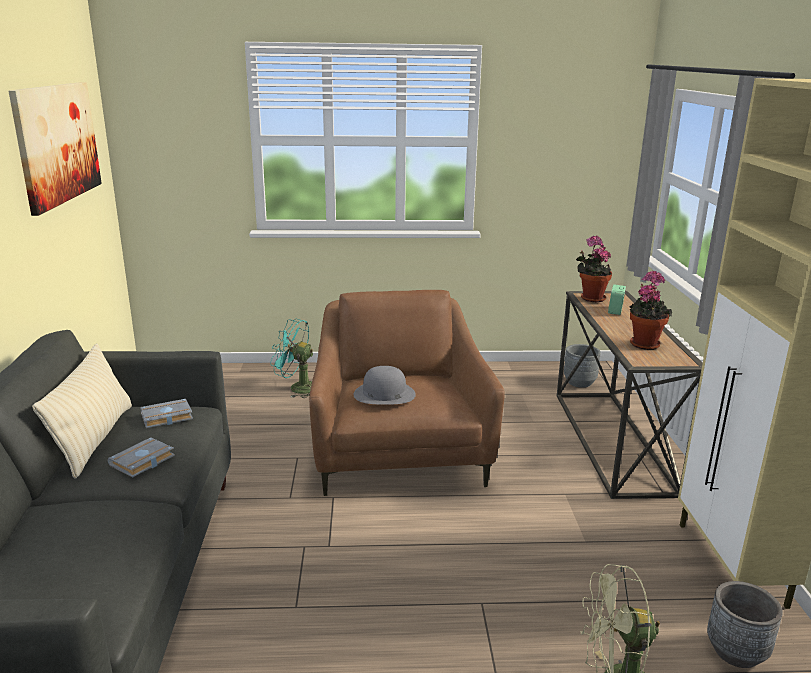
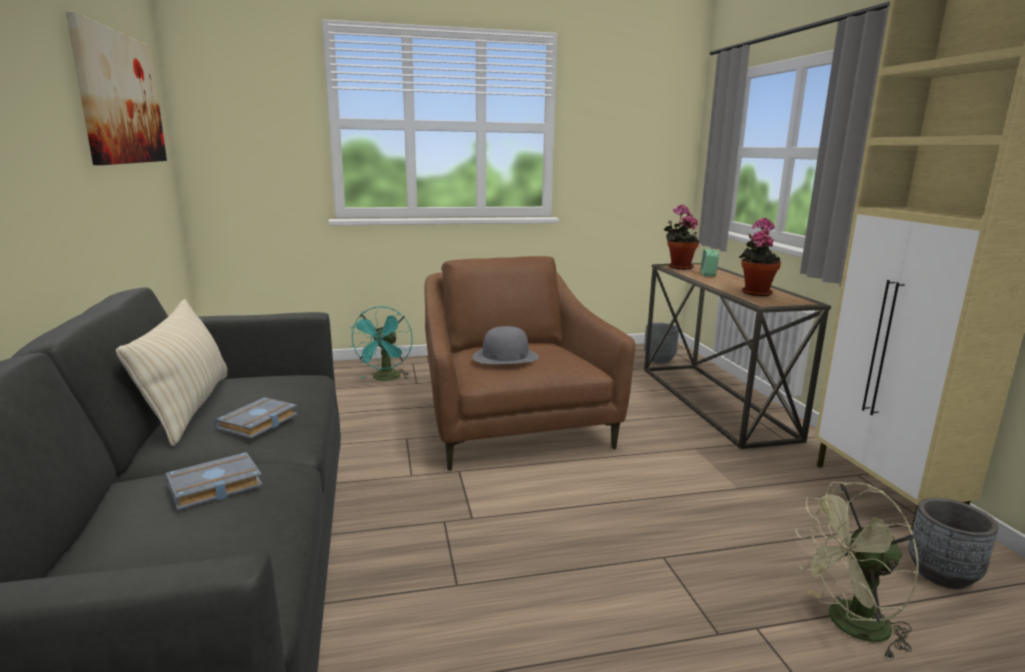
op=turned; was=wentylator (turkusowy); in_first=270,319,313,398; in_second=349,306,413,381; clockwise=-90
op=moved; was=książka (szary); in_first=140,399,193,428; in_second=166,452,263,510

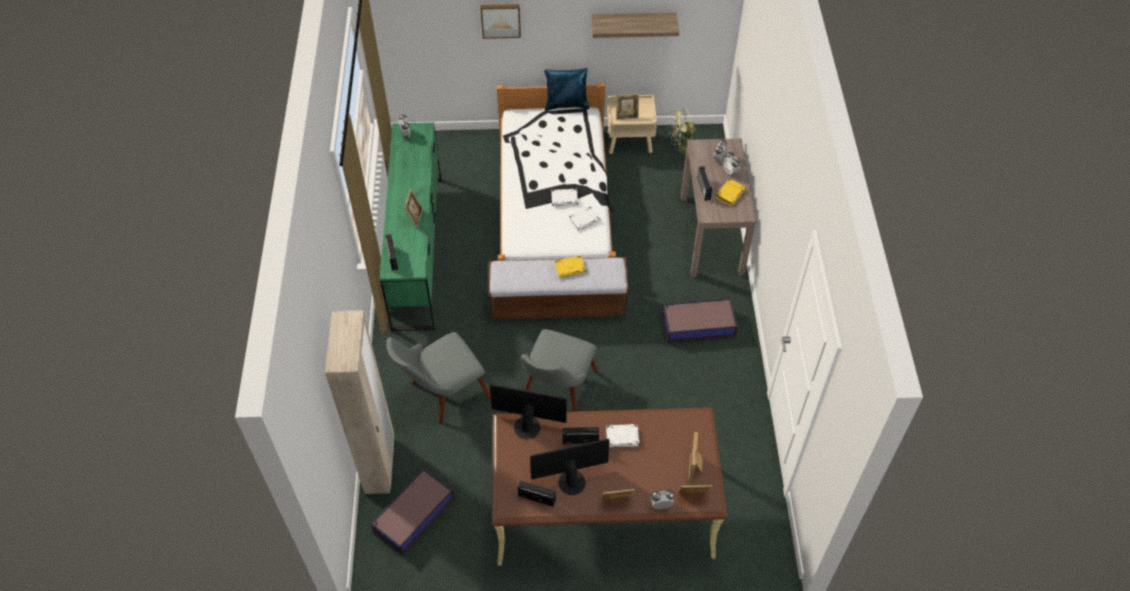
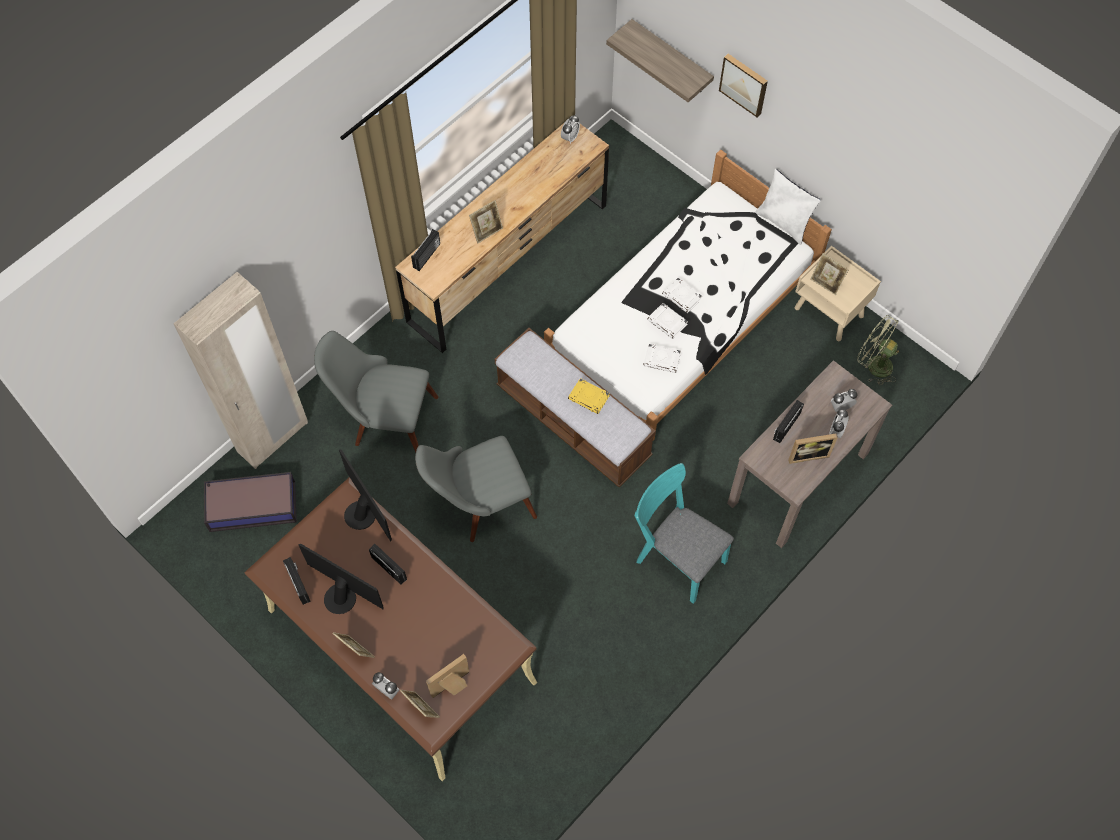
op=moved; was=półka; in_first=591,12,679,38; in_second=606,19,714,102
op=recoloured; was=poduszka (niebieski); now=poduszka (biały); in_first=544,68,589,111; in_second=755,169,821,245
op=recoloured; was=komoda (zielony); now=komoda (brązowy); in_first=380,122,442,331; in_second=395,122,609,353
op=replaced; was=książka (żółty); now=ramka na zdjęcie; in_first=715,179,746,206; in_second=788,433,838,464
op=replaced; was=pojemnik do przechowywania; now=krzesło (turkusowy); in_first=662,298,738,344; in_second=634,463,734,604
op=moved; was=książka (biały); in_first=606,424,639,447; in_second=662,278,703,313

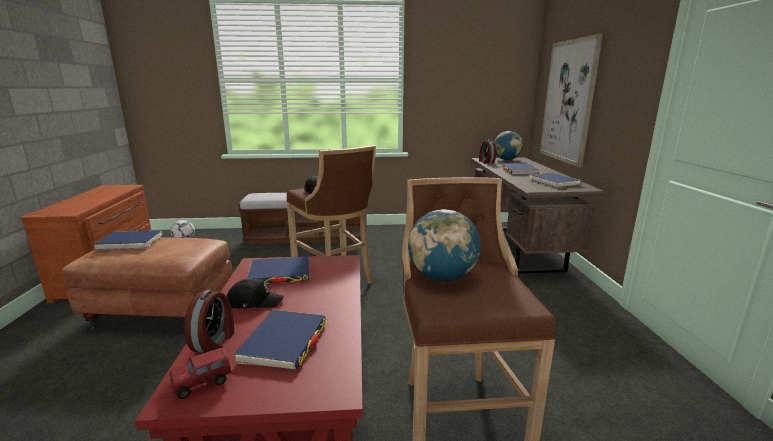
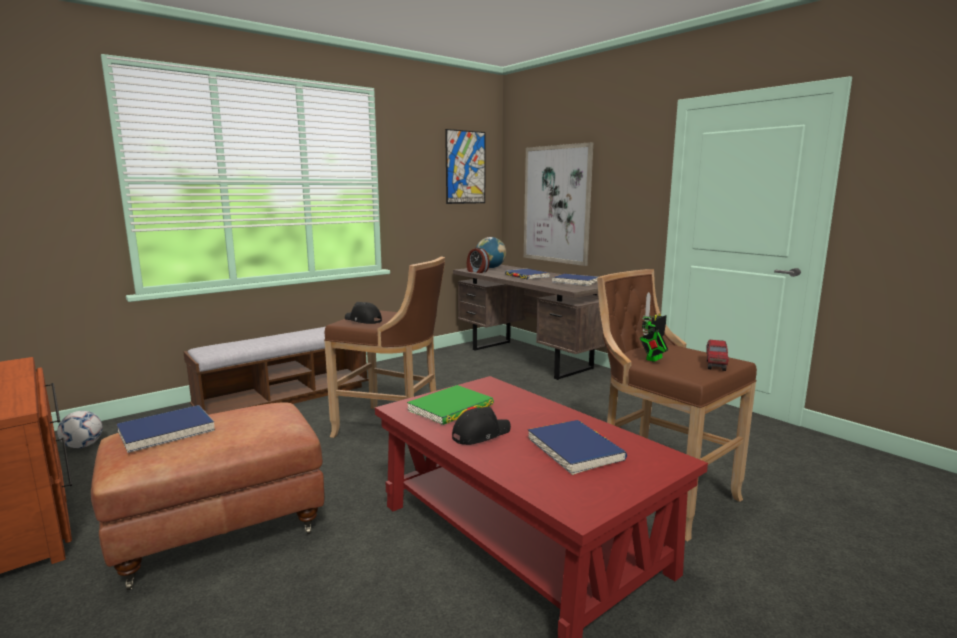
op=replaced; was=globus; now=robot zabawkowy; in_first=408,209,481,281; in_second=640,292,668,362
op=recoloured; was=książka (niebieski); now=książka (zielony); in_first=247,256,309,284; in_second=407,385,494,425
op=removed; was=budzik; in_first=185,290,234,353
op=moved; was=ciężarówka zabawkowa; in_first=170,348,232,399; in_second=706,340,729,371
op=added; now=obraz; in_second=445,129,486,204

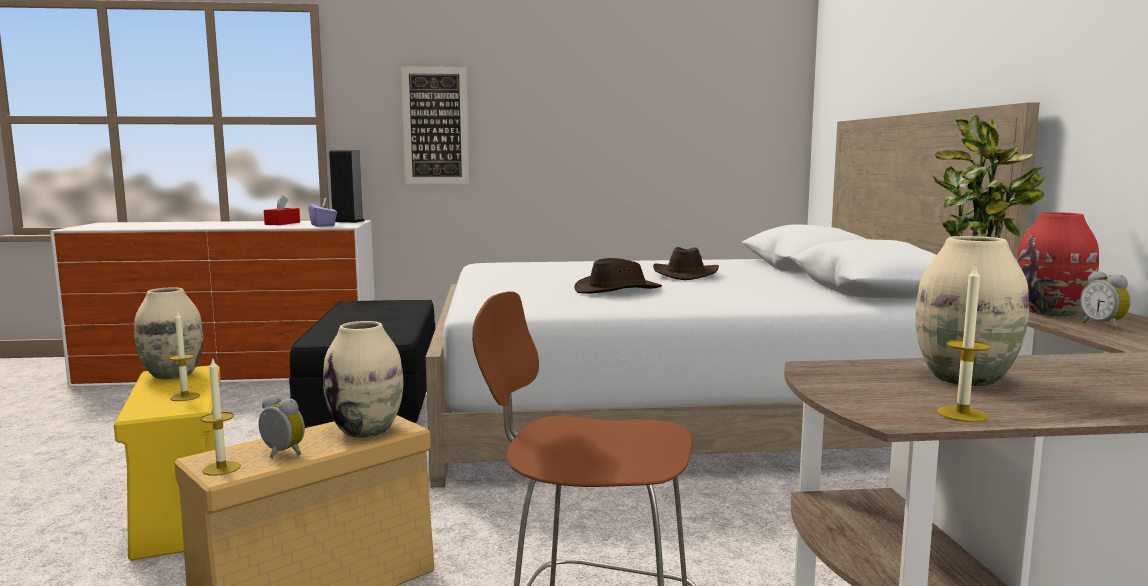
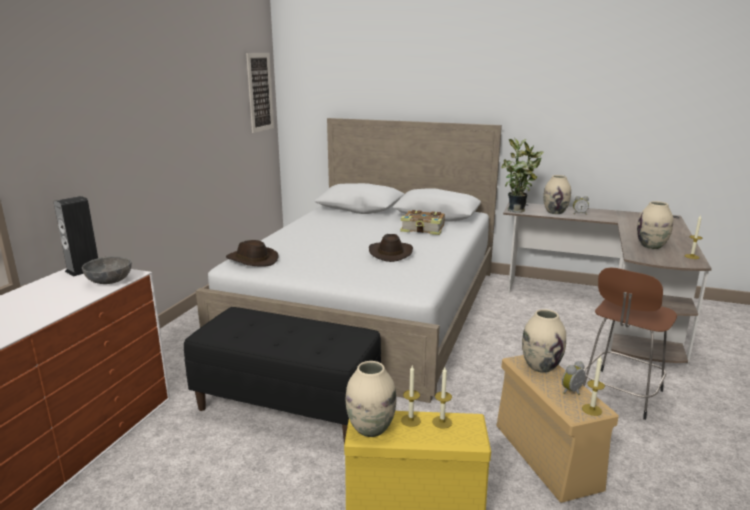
op=moved; was=obraz; in_first=401,66,469,184; in_second=246,53,274,133
op=removed; was=pudełko chusteczek (czerwony); in_first=264,195,300,225
op=replaced; was=pudełko chusteczek (fioletowy); now=miska (szary); in_first=308,198,337,227; in_second=82,256,132,284
op=recoloured; was=wazon (czerwony); now=wazon (beżowy); in_first=1016,212,1099,317; in_second=543,175,571,214
op=moved; was=kapelusz (brązowy); in_first=653,247,719,280; in_second=226,240,279,267
op=added; now=książka; in_second=400,210,445,235
op=added; now=świeca; in_second=401,366,421,427

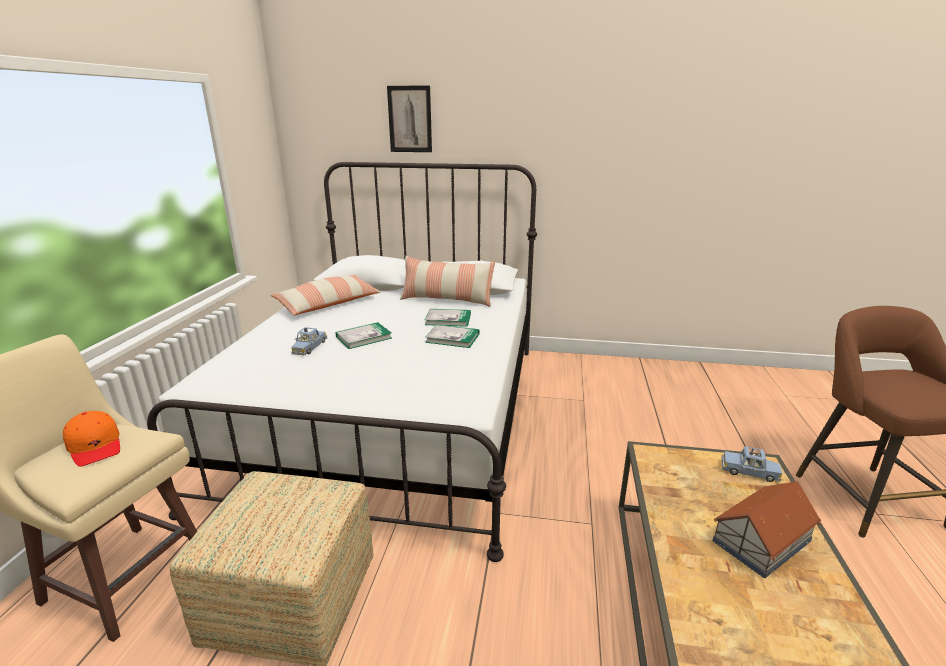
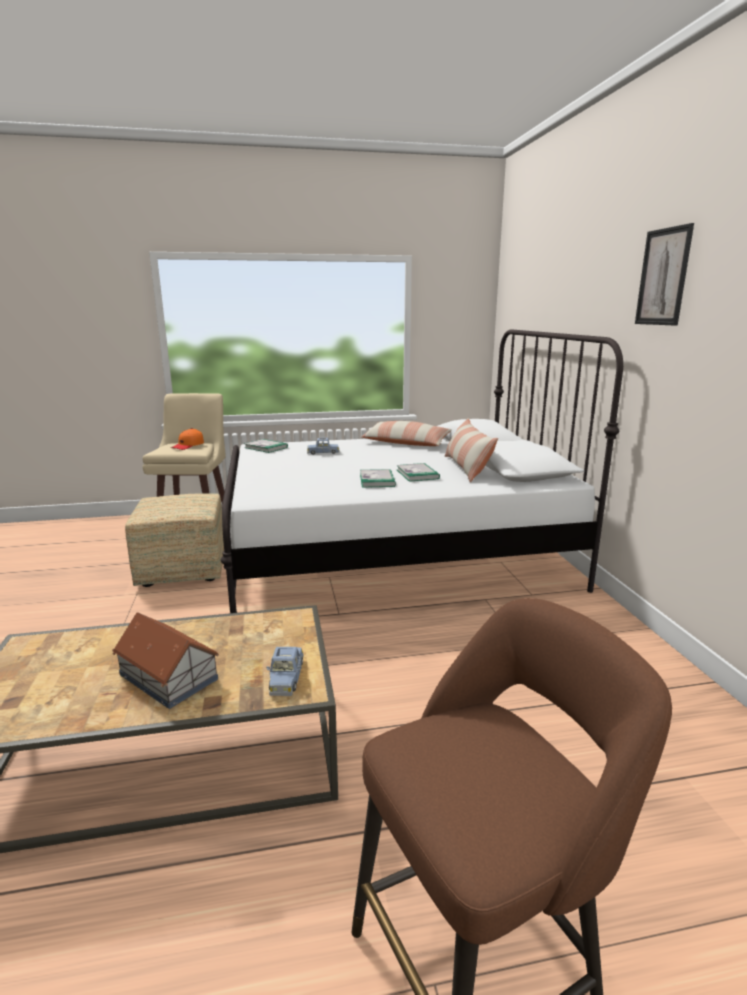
op=moved; was=obraz; in_first=387,85,432,152; in_second=635,223,694,326
op=moved; was=książka; in_first=336,322,392,349; in_second=244,439,288,453

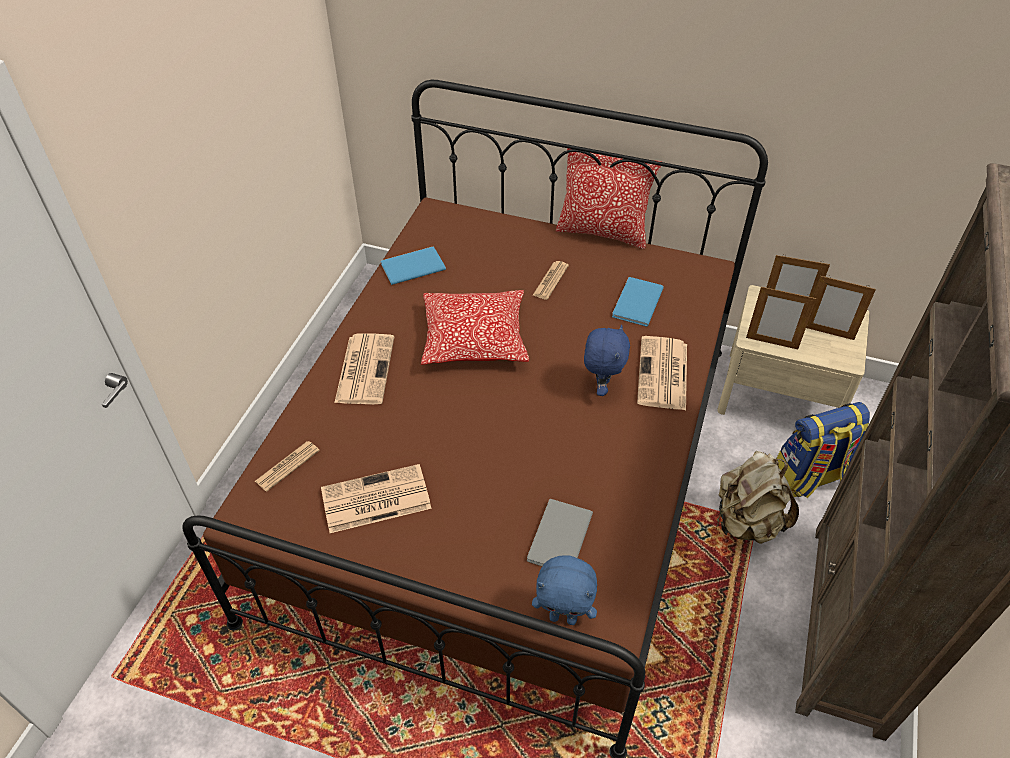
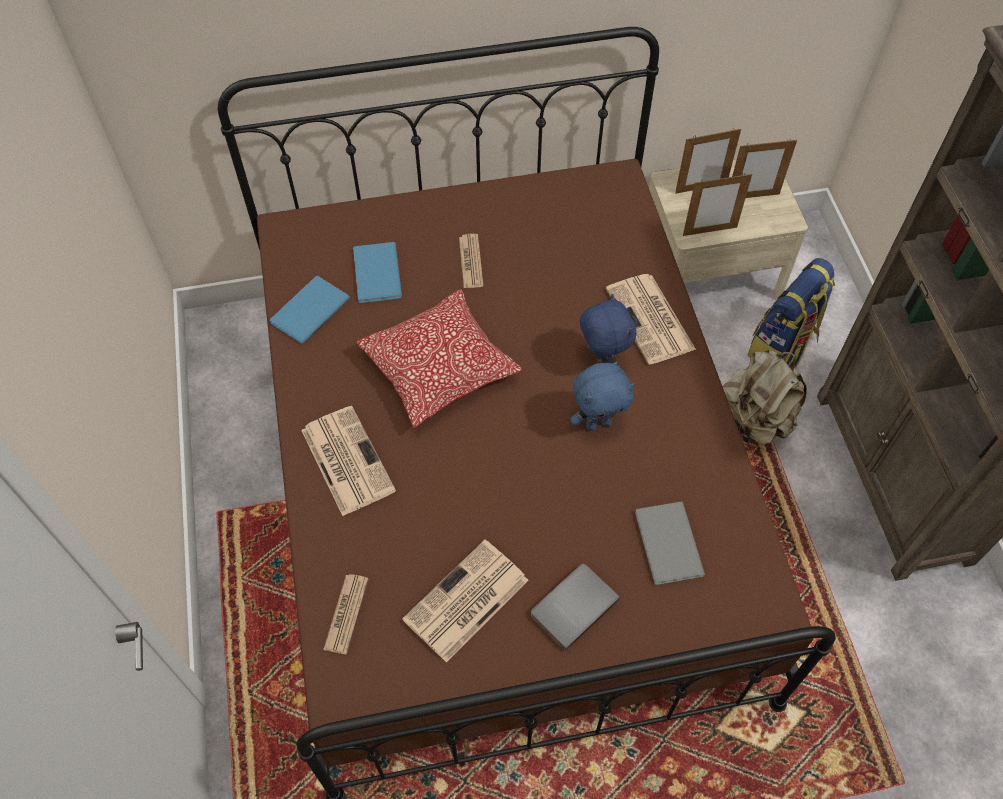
op=removed; was=poduszka; in_first=556,148,661,249
op=moved; was=książka (niebieski); in_first=612,277,664,326; in_second=353,242,402,303
op=moved; was=pluszak (niebieski); in_first=532,555,597,625; in_second=570,363,635,431
op=added; now=książka (szary); in_second=531,564,620,651

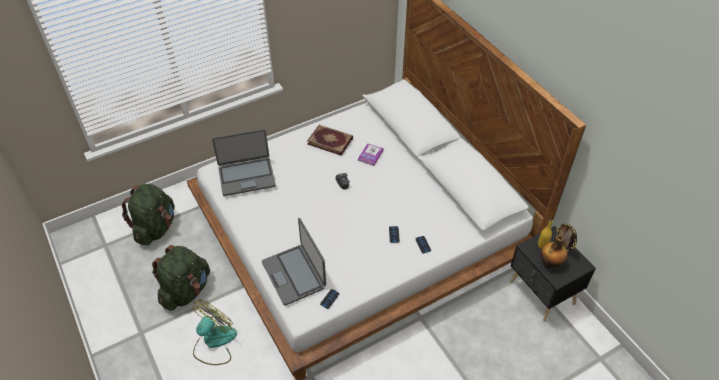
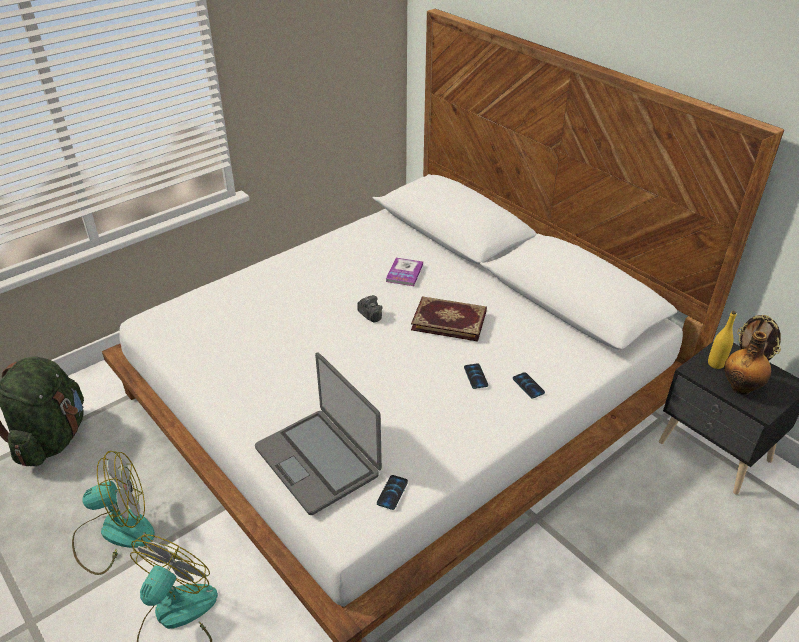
op=moved; was=książka; in_first=307,125,353,156; in_second=411,296,487,341
op=removed; was=laptop; in_first=212,129,276,196
op=replaced; was=plecak (zielony); now=wentylator; in_first=152,245,210,311; in_second=72,451,155,575

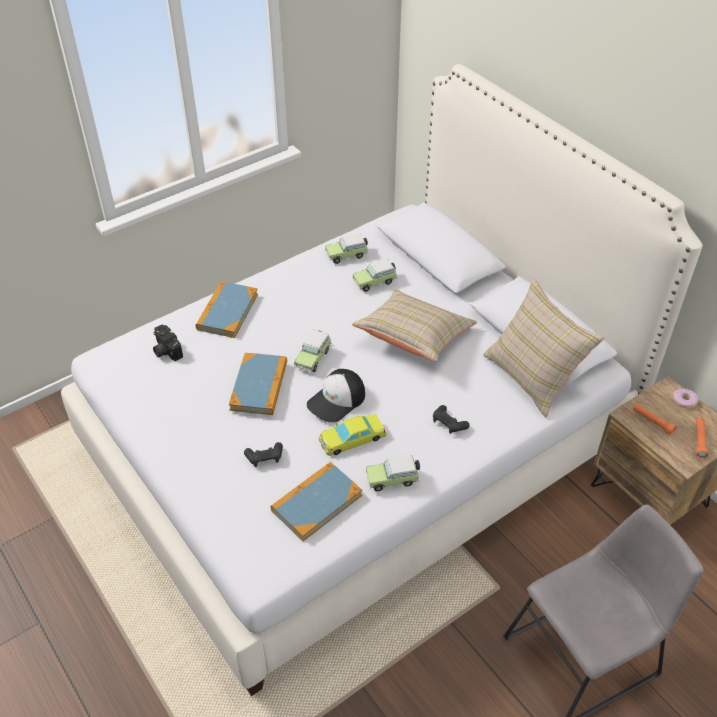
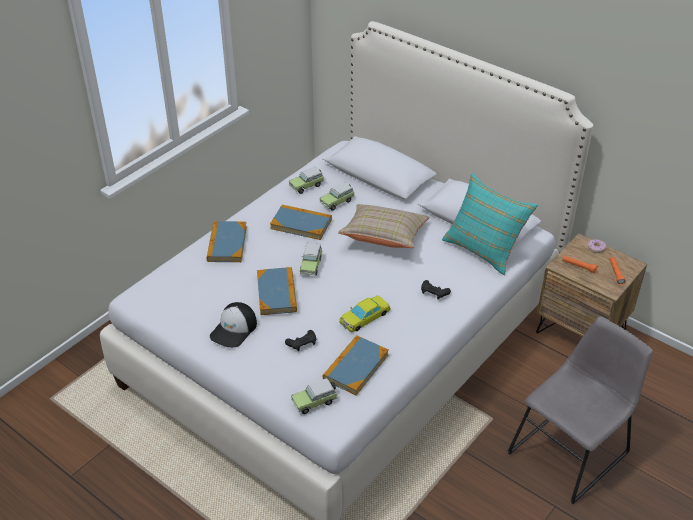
op=recoloured; was=poduszka (beżowy); now=poduszka (turkusowy); in_first=483,279,605,417; in_second=442,173,538,275
op=removed; was=aparat fotograficzny; in_first=153,325,183,361
op=moved; was=czapka z daszkiem; in_first=307,369,365,423; in_second=210,302,257,348
op=moved; was=samochodzik; in_first=366,455,420,491; in_second=291,378,337,414
op=added; now=książka; in_second=270,205,332,240

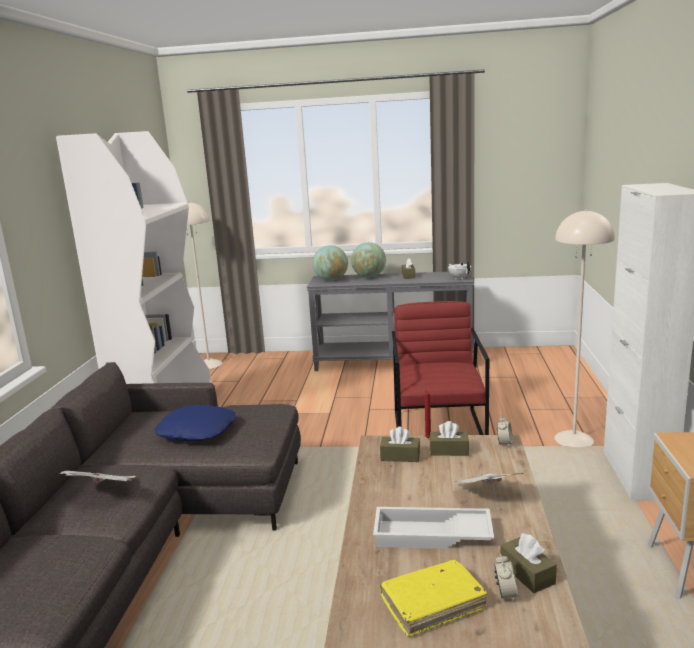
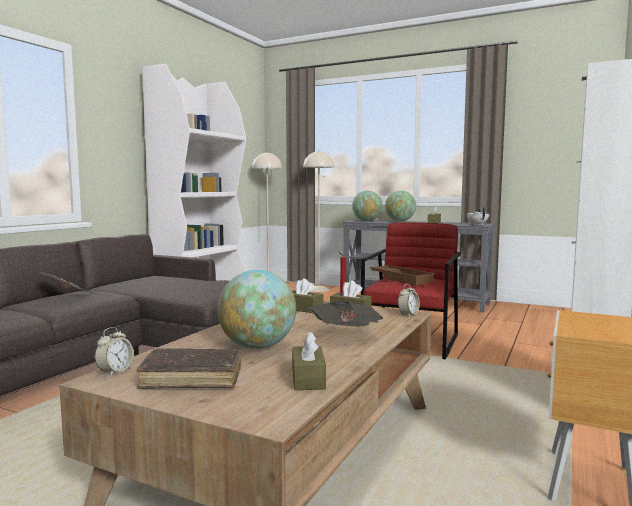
op=moved; was=lampa stojąca (beżowy); in_first=554,209,615,447; in_second=303,150,334,292
op=removed; was=poduszka (niebieski); in_first=155,405,236,441
op=replaced; was=taca (biały); now=globus; in_first=373,507,494,549; in_second=217,270,296,349
op=moved; was=budzik; in_first=494,553,519,602; in_second=95,327,133,376
op=recoloured; was=książka (żółty); now=książka (brązowy); in_first=380,560,487,637; in_second=137,348,242,389
op=added; now=taca (brązowy); in_second=369,265,436,285

